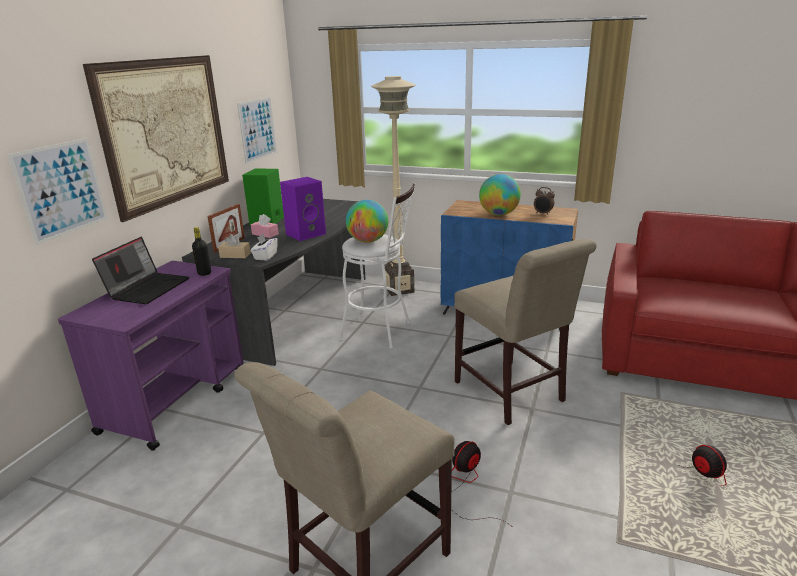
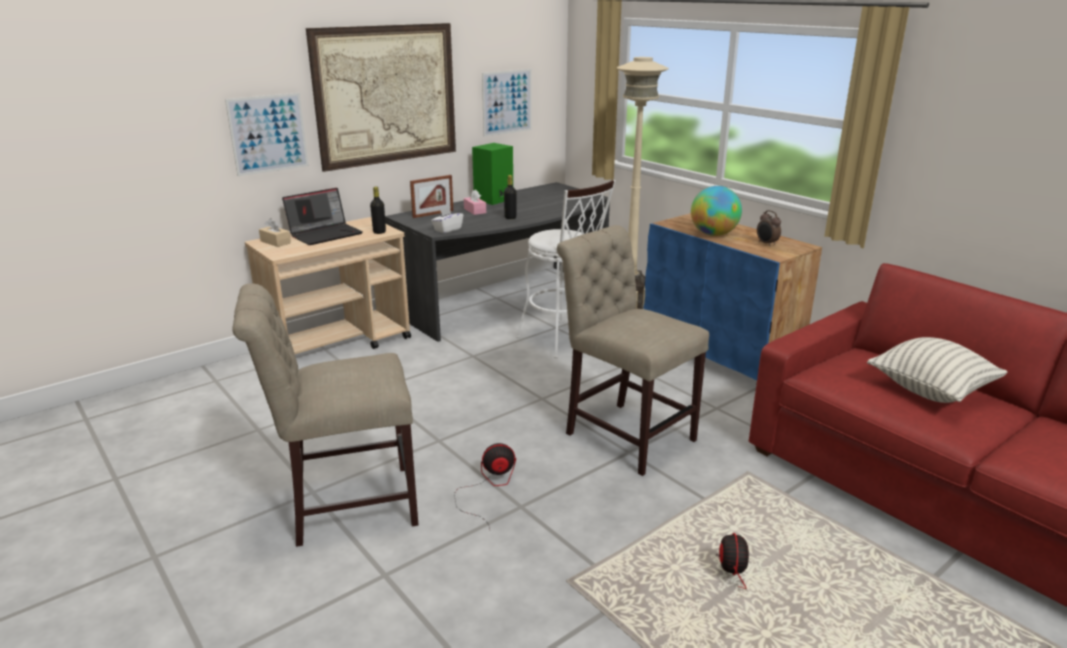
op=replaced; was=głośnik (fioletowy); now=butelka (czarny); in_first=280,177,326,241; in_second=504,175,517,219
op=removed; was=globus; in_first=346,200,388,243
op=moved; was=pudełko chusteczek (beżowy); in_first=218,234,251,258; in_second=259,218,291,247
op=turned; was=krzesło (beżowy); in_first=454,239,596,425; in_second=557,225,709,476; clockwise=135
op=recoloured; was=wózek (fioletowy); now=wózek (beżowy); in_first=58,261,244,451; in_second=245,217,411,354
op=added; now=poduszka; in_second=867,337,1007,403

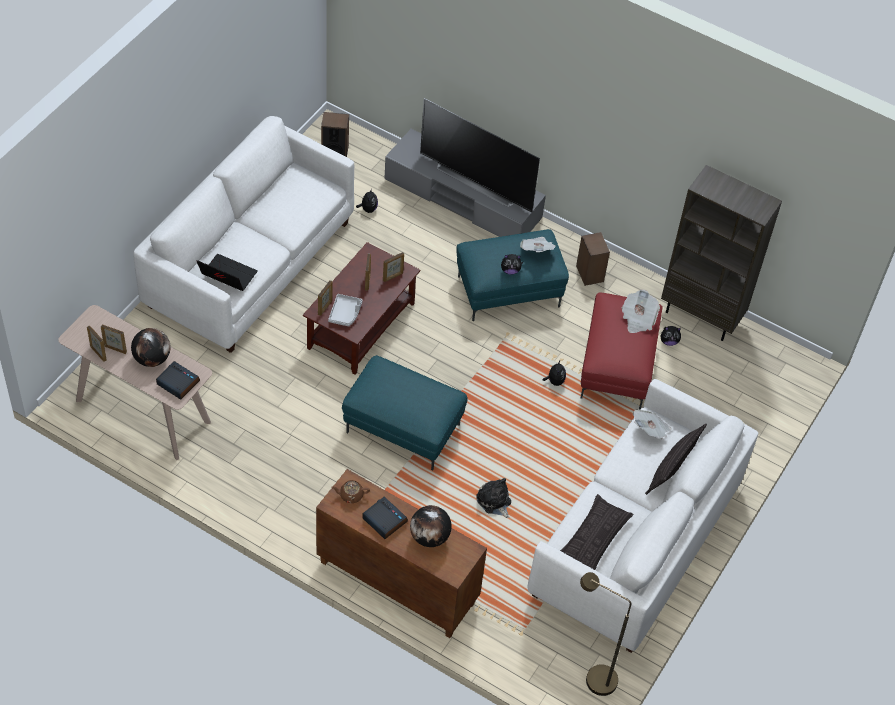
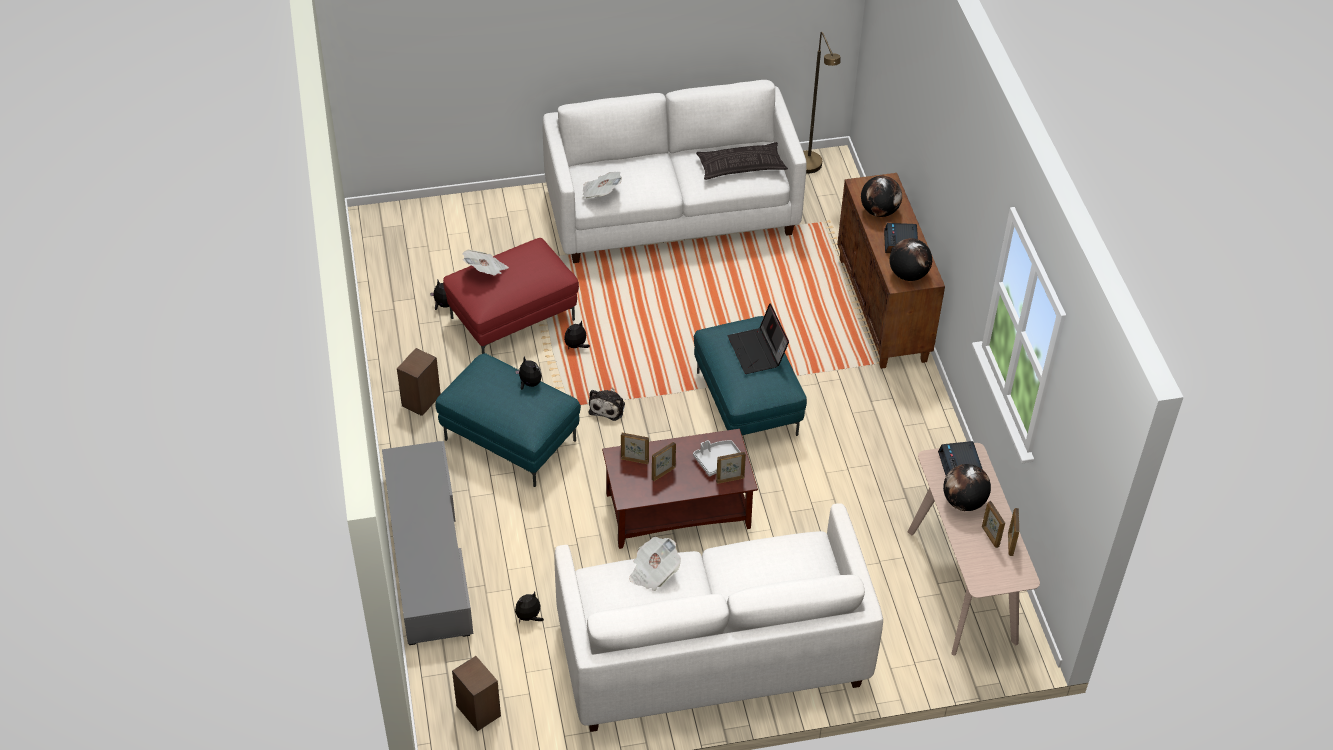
op=removed; was=telewizor; in_first=420,98,540,213
op=removed; was=regał (brązowy); in_first=661,165,782,341
op=moved; was=gazeta; in_first=520,237,556,252; in_second=629,537,681,591
op=moved; was=laptop; in_first=197,254,258,291; in_second=728,303,789,374
op=removed; was=poduszka; in_first=645,424,707,495
op=moved; was=pluszak; in_first=476,478,511,518; in_second=589,388,625,421
op=replaced; was=imbryk (brązowy); now=globus; in_first=331,480,370,503; in_second=890,238,932,281

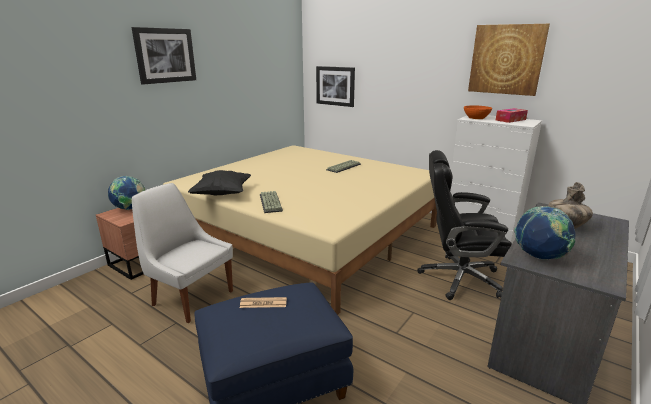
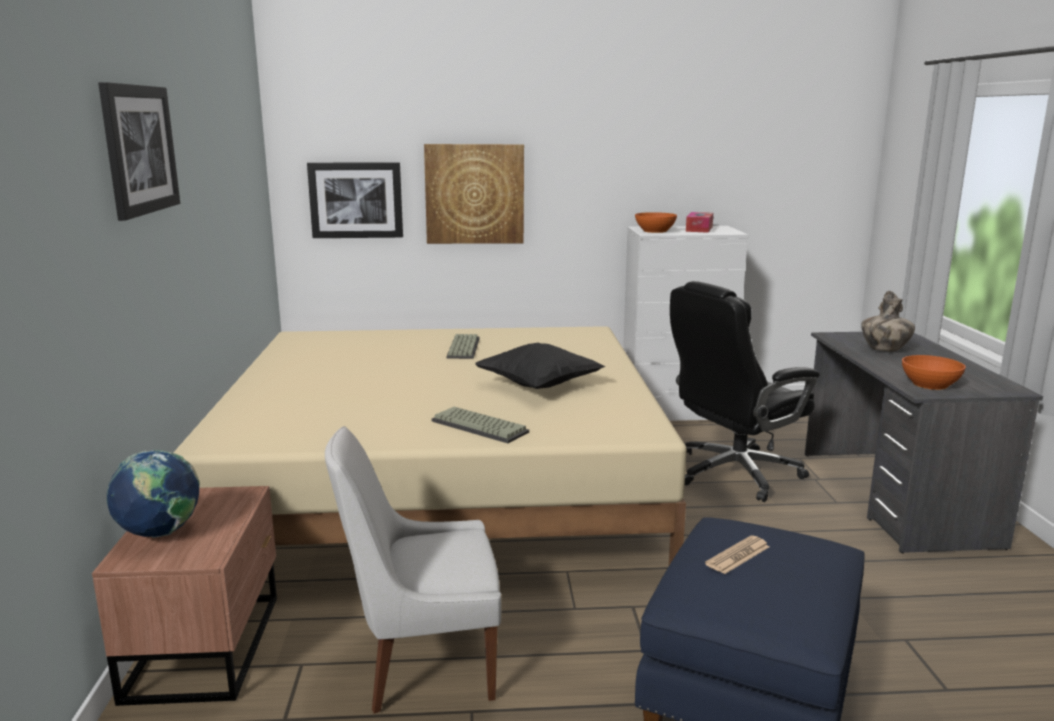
op=moved; was=obraz; in_first=468,24,550,96; in_second=424,144,524,244
op=moved; was=poduszka (czarny); in_first=188,170,251,196; in_second=475,343,605,389
op=replaced; was=globus; now=miska (pomarańczowy); in_first=514,206,576,259; in_second=902,355,966,390

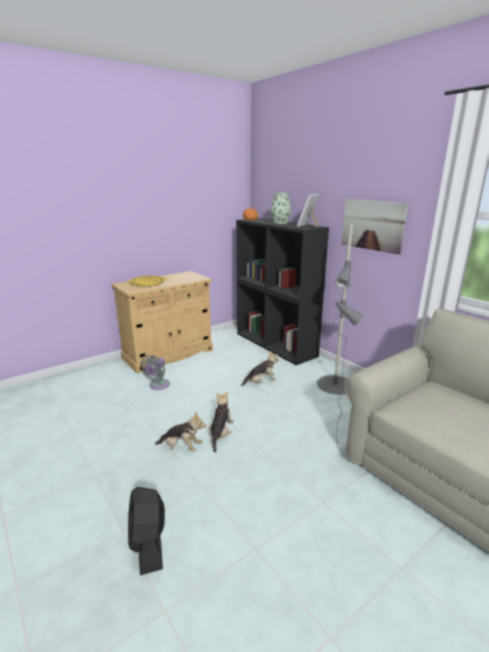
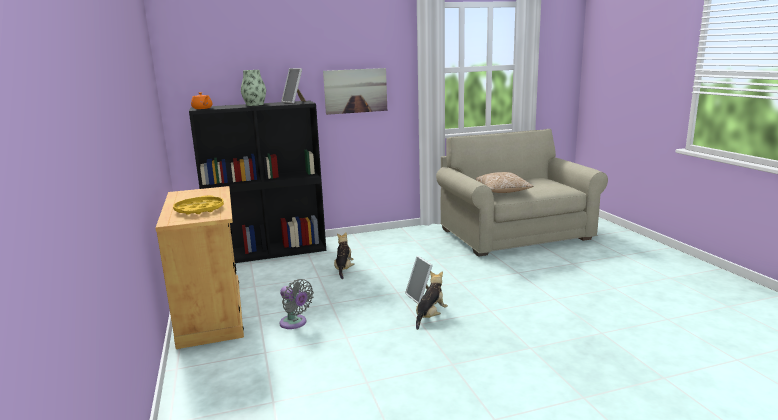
op=removed; was=lampa stojąca (szary); in_first=317,224,363,443
op=replaced; was=pluszak; now=ramka na zdjęcie; in_first=209,392,234,452; in_second=405,256,433,304
op=removed; was=wentylator (czarny); in_first=128,487,165,576
op=added; now=poduszka; in_second=476,172,534,193

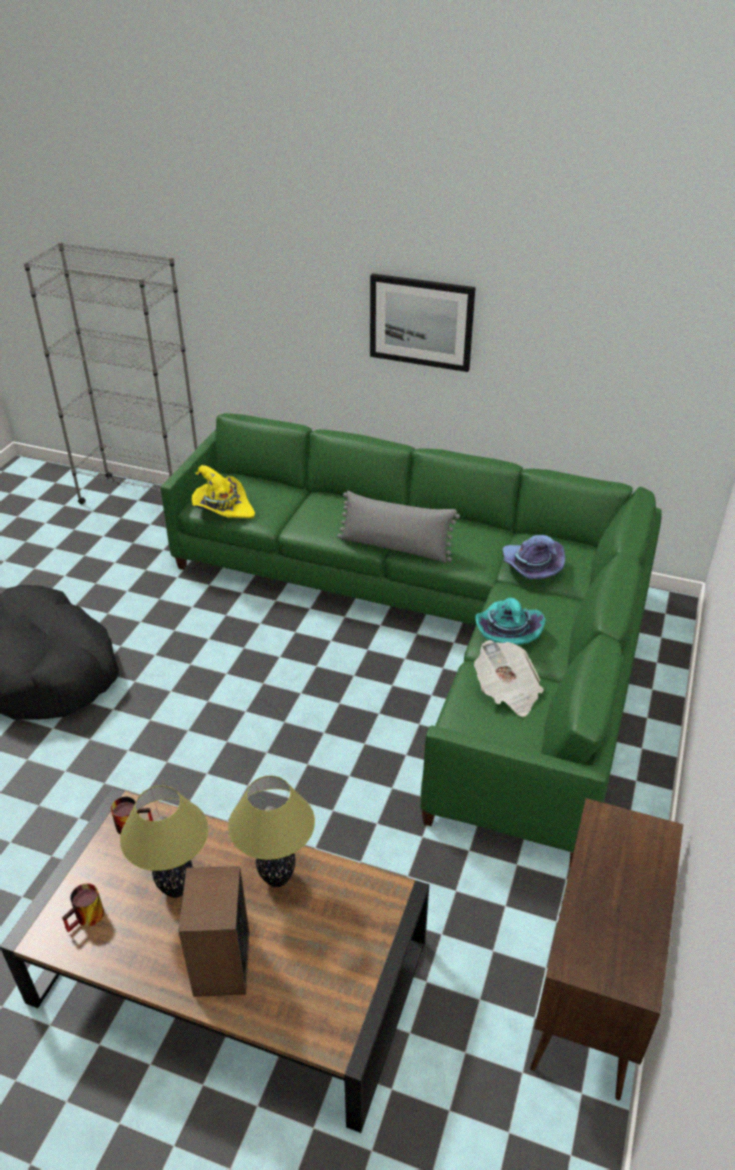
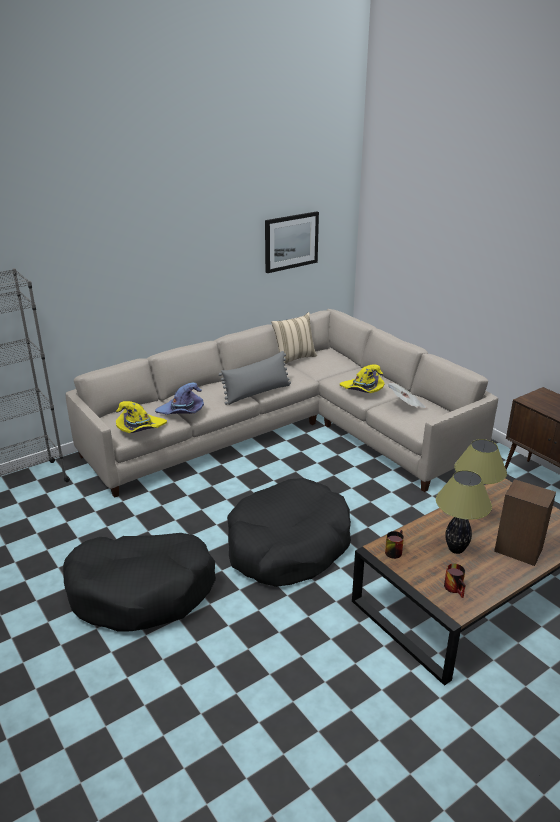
op=moved; was=obraz; in_first=370,273,475,372; in_second=265,211,319,273
op=recoloured; was=kanapa (zielony); now=kanapa (beżowy); in_first=161,413,662,866; in_second=66,309,498,498
op=moved; was=kapelusz (fioletowy); in_first=503,535,565,579; in_second=155,383,204,415
op=recoloured; was=kapelusz (turkusowy); now=kapelusz (żółty); in_first=476,598,546,645; in_second=340,365,384,393
op=added; now=poduszka (beżowy); in_second=271,312,317,364
op=added; now=legowisko (czarny); in_second=227,478,351,587

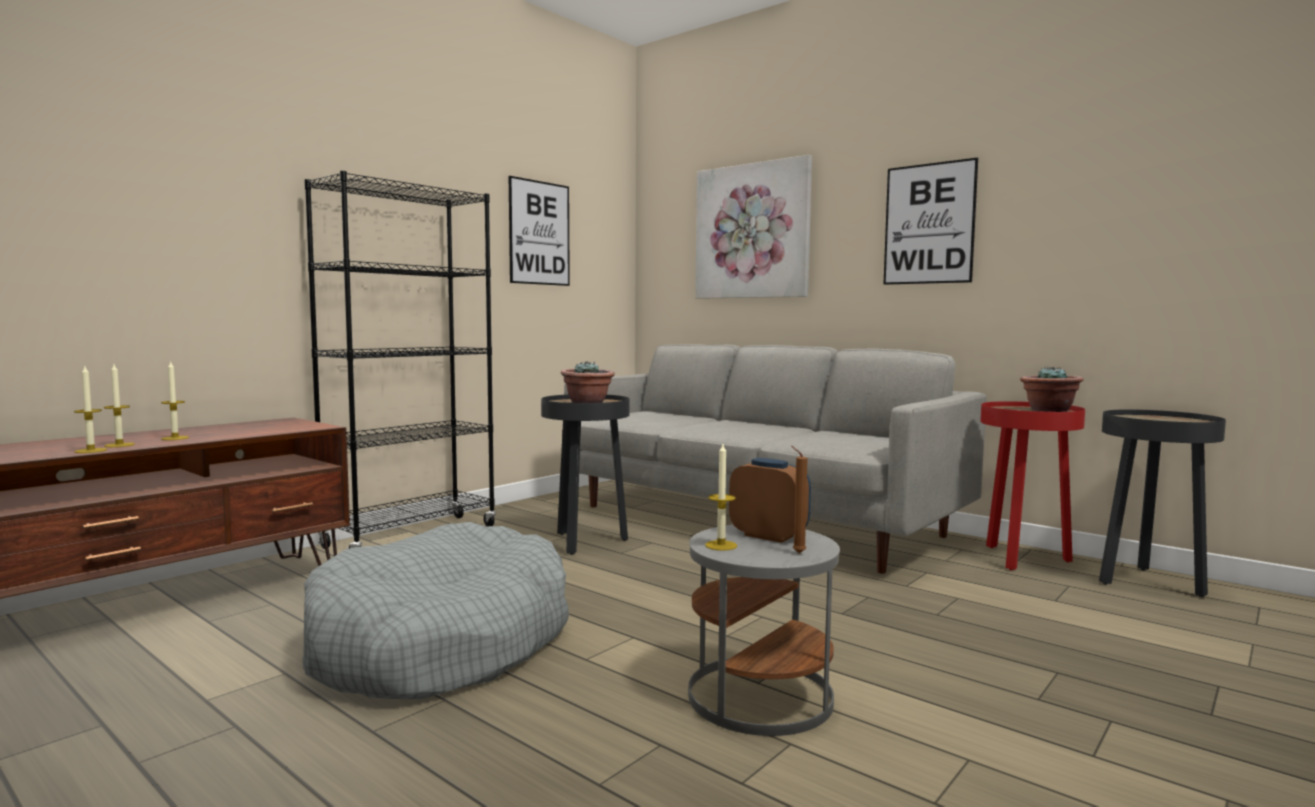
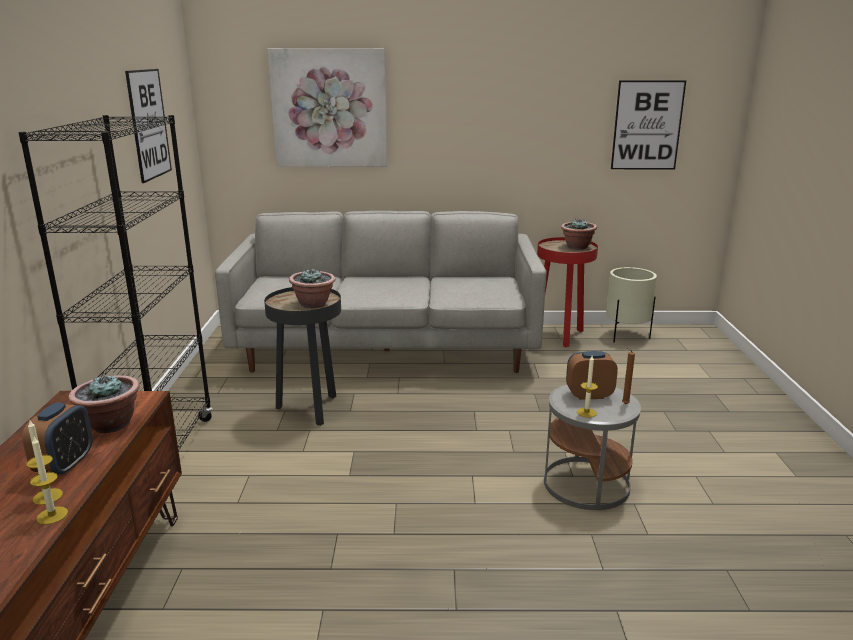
op=moved; was=obraz; in_first=883,157,978,285; in_second=611,80,686,169
op=replaced; was=świeca; now=budzik; in_first=161,361,189,440; in_second=22,402,92,476
op=replaced; was=stolik (czarny); now=donica (beżowy); in_first=1099,409,1226,597; in_second=606,267,657,342
op=removed; was=legowisko (szary); in_first=303,522,569,700
op=added; now=roślina doniczkowa; in_second=68,373,140,433

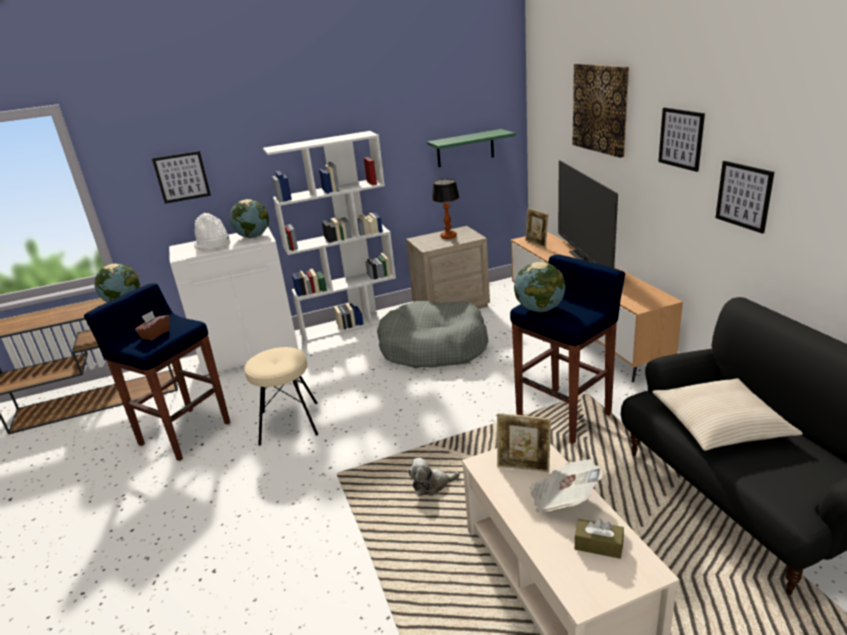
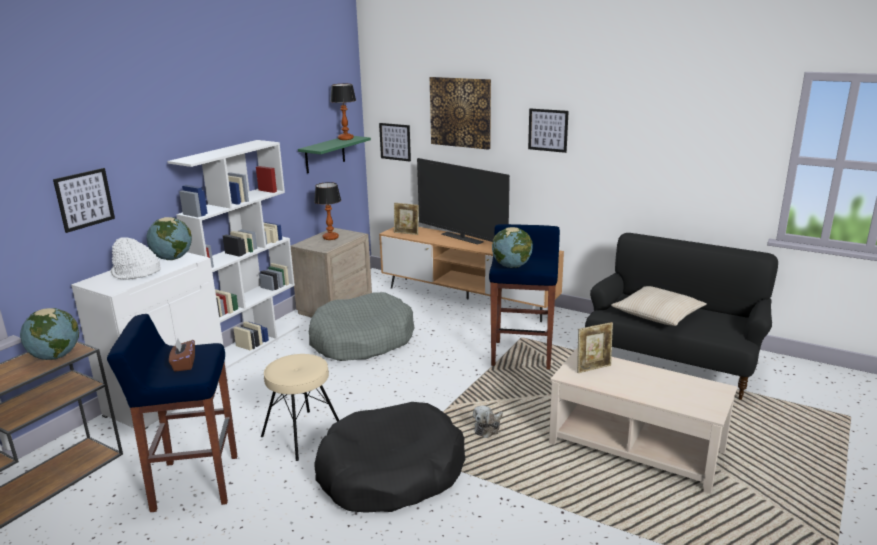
op=moved; was=obraz; in_first=716,161,774,234; in_second=379,123,411,162
op=removed; was=gazeta; in_first=530,459,603,512
op=removed; was=pudełko chusteczek (brązowy); in_first=574,518,624,559
op=added; now=lampa stołowa; in_second=330,84,356,140
op=added; now=legowisko (czarny); in_second=314,402,465,513

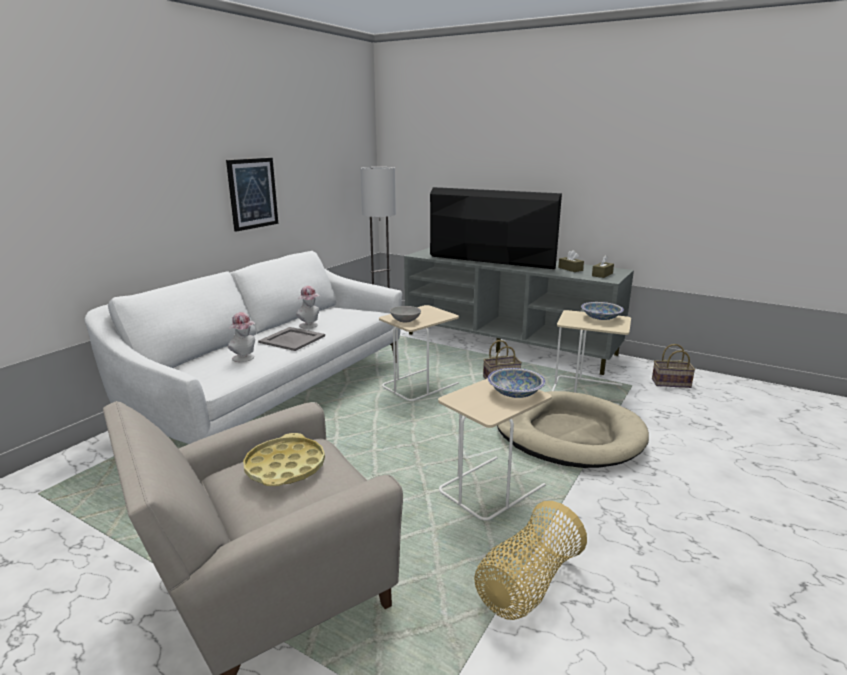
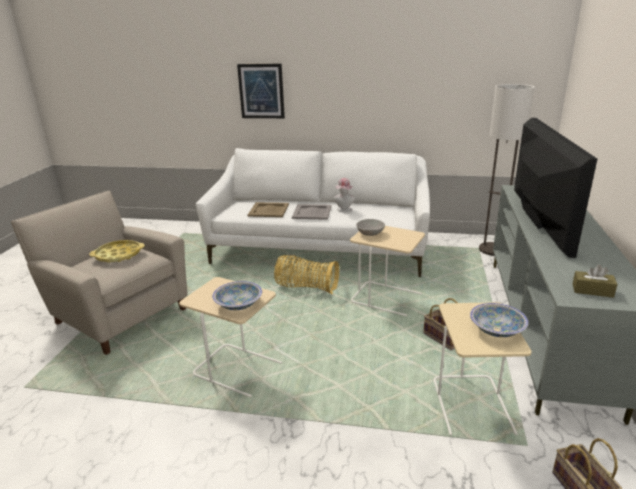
op=moved; was=obraz; in_first=226,158,278,232; in_second=237,63,285,118
op=removed; was=pudełko chusteczek (brązowy); in_first=558,250,584,272
op=replaced; was=kapelusz; now=taca (beżowy); in_first=228,312,255,362; in_second=247,202,289,217
op=removed; was=legowisko (beżowy); in_first=497,391,649,468
op=moved; was=koszyk; in_first=474,501,587,620; in_second=274,255,339,294

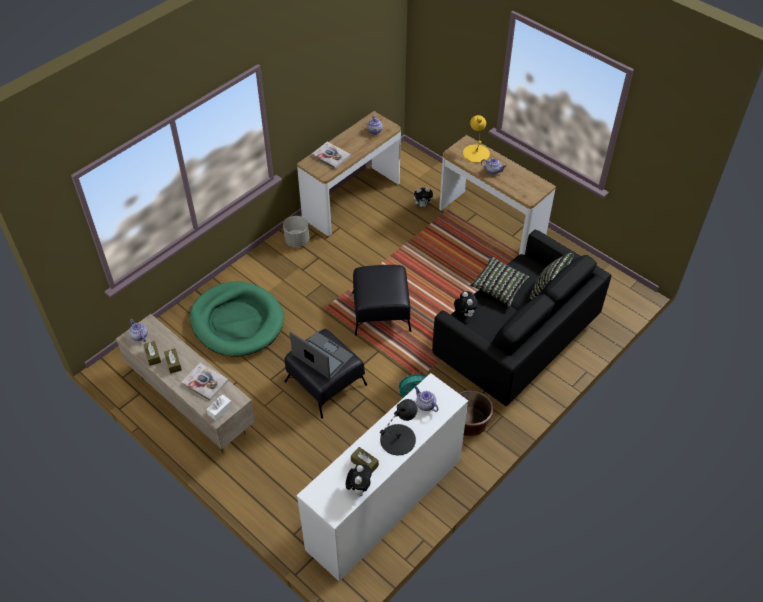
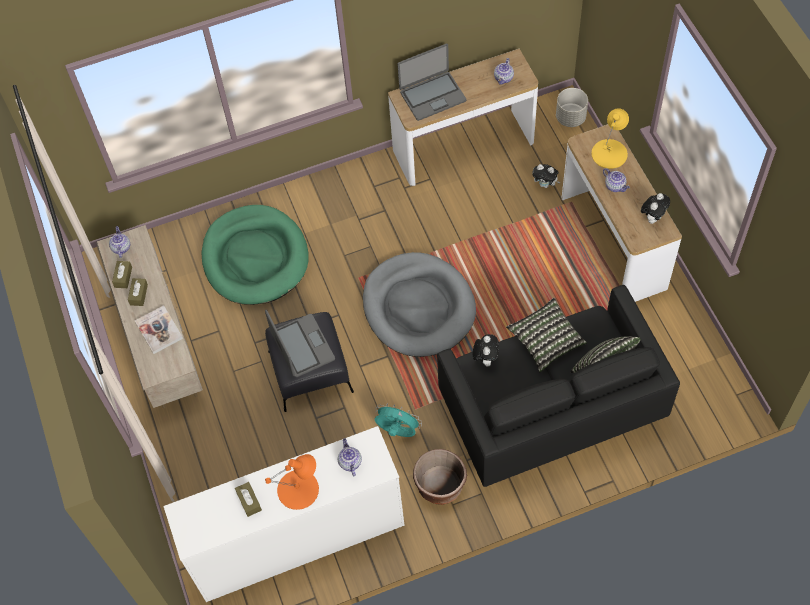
op=replaced; was=książka; now=laptop; in_first=312,142,350,169; in_second=398,44,466,121
op=moved; was=donica (szary); in_first=283,216,309,247; in_second=556,88,588,127
op=replaced; was=pufa (czarny); now=legowisko (szary); in_first=352,265,411,336; in_second=363,252,476,357
op=removed; was=pudełko chusteczek (biały); in_first=206,394,232,421
op=recoloured; was=lampa stołowa (czarny); now=lampa stołowa (pomarańczowy); in_first=380,399,418,455; in_second=265,454,319,510
op=moved; was=pluszak; in_first=346,464,372,497; in_second=641,193,670,224

